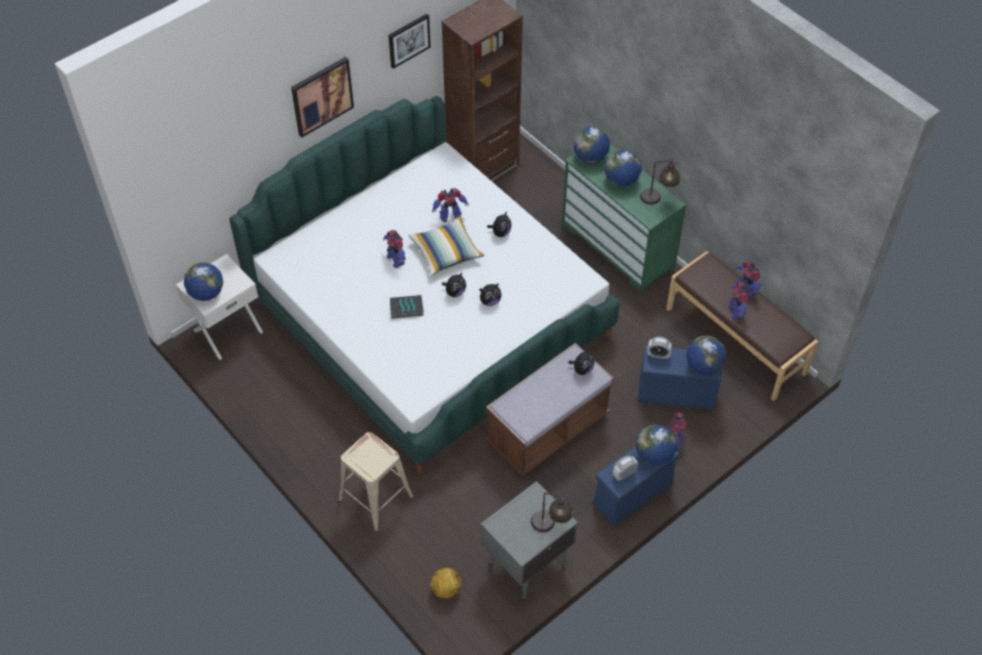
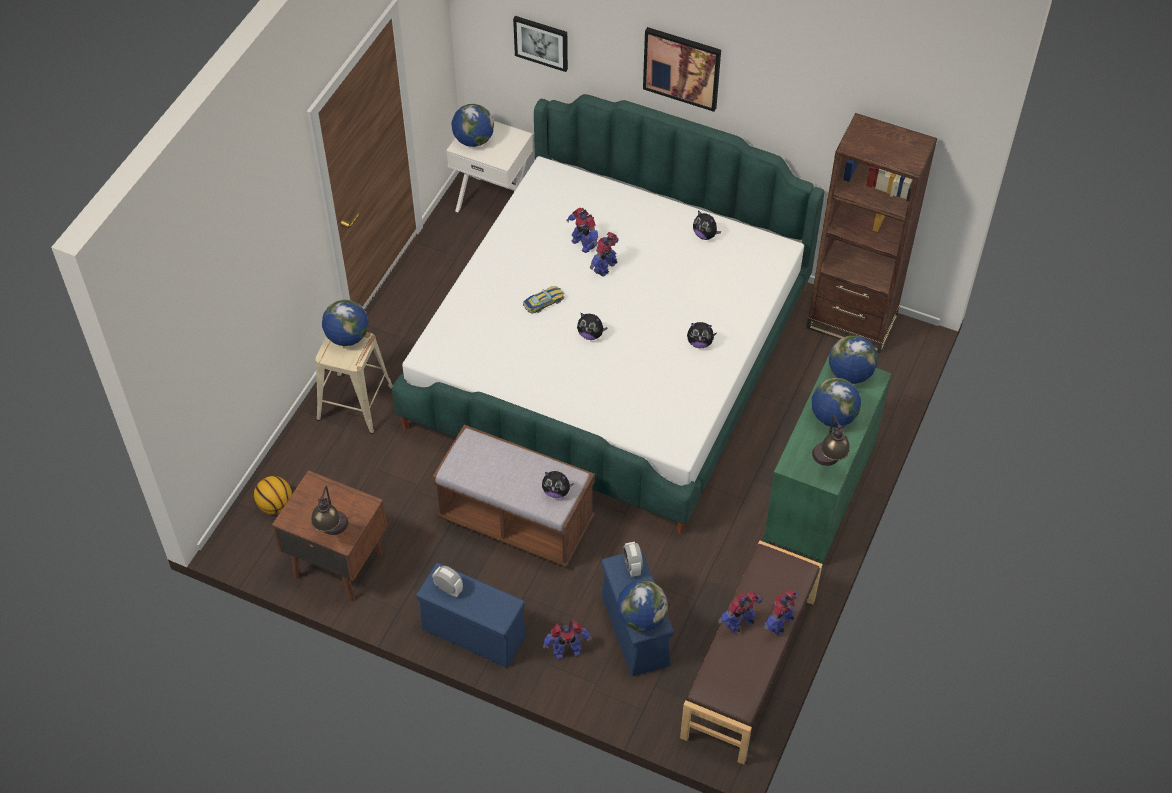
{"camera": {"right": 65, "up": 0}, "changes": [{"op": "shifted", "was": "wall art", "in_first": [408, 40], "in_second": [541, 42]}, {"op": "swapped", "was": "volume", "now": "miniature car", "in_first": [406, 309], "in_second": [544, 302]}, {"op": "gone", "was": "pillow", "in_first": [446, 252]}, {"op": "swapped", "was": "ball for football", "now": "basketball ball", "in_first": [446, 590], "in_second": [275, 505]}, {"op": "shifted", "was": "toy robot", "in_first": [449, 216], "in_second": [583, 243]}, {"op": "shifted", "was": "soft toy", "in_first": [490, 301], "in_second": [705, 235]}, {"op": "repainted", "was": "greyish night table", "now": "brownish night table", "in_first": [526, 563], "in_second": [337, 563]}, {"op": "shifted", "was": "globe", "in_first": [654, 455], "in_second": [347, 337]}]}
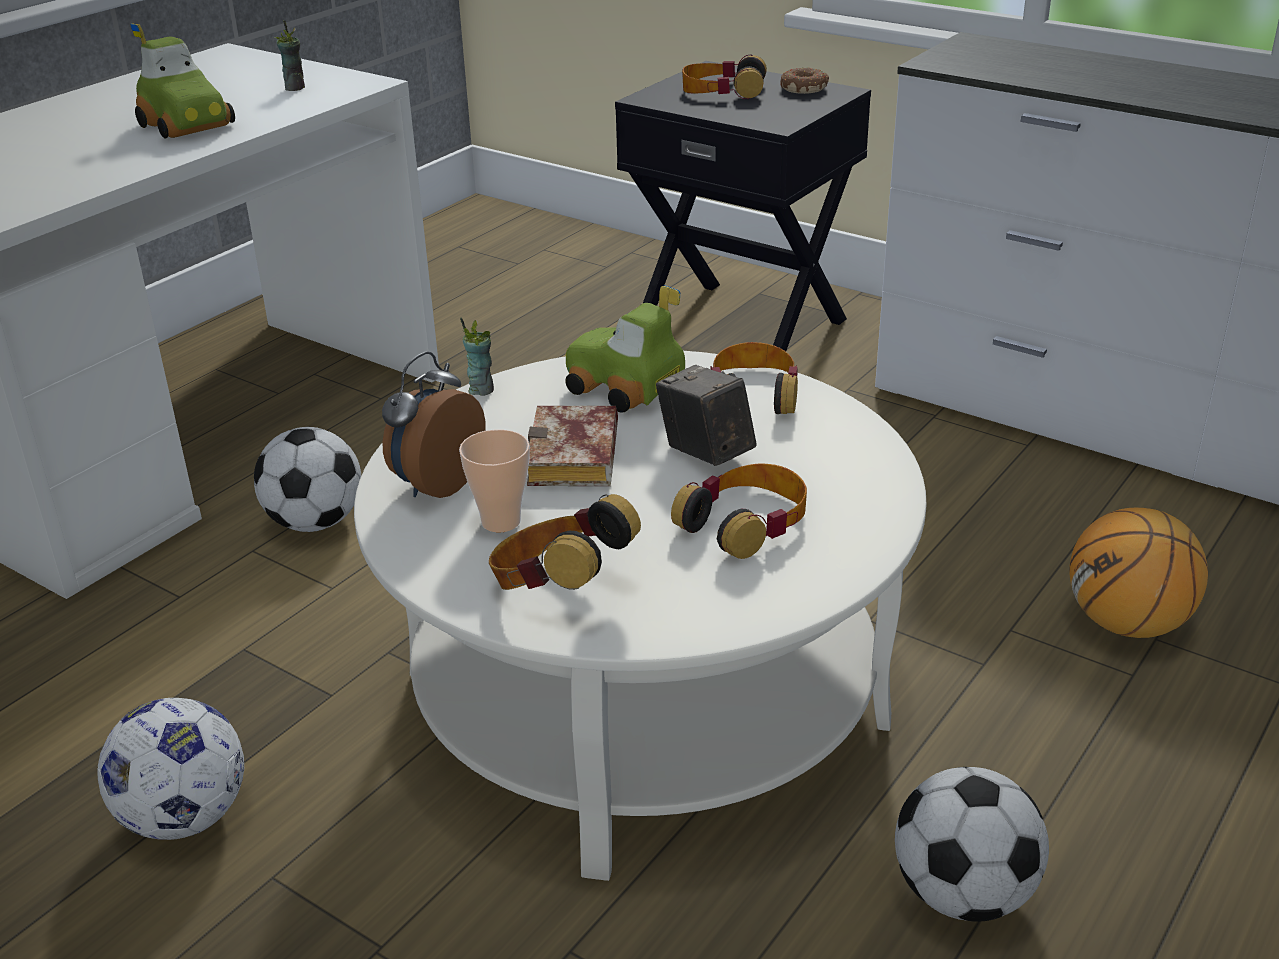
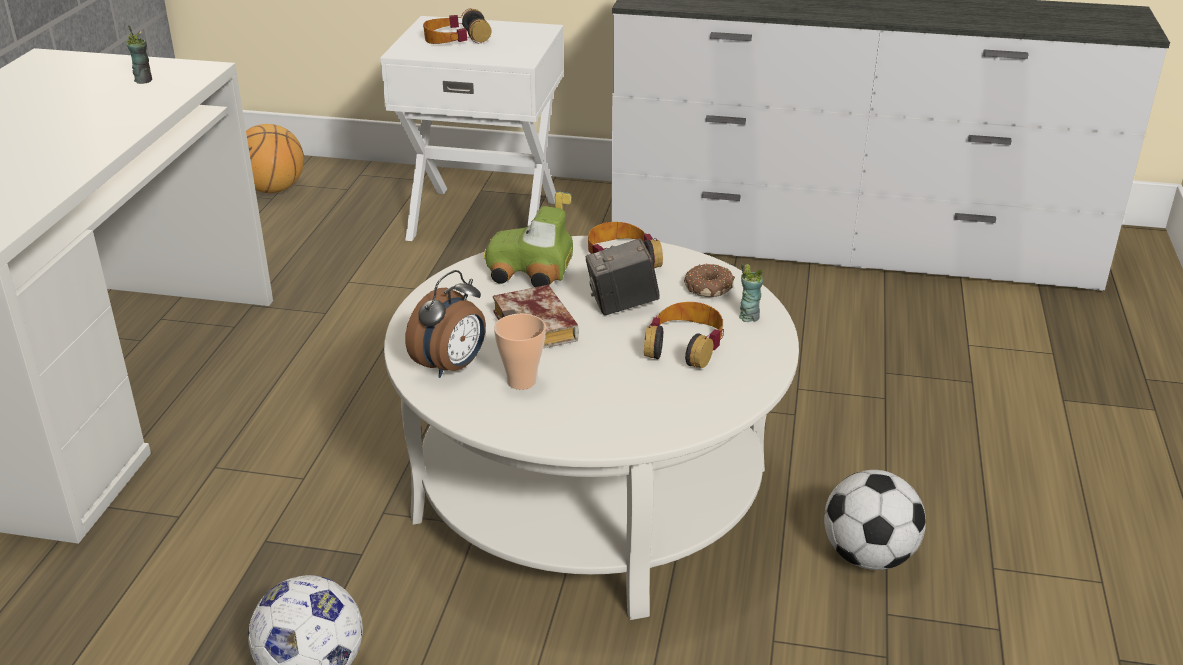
{"camera": {"right": -25, "up": 0}, "changes": [{"op": "gone", "was": "miniature car", "in_first": [189, 125]}, {"op": "gone", "was": "ball for football", "in_first": [316, 522]}, {"op": "rotated", "was": "table clock", "in_first": [435, 484], "in_second": [452, 367], "clockwise": -150}, {"op": "shifted", "was": "small cup", "in_first": [481, 389], "in_second": [749, 316]}, {"op": "gone", "was": "pair of headphones", "in_first": [559, 589]}, {"op": "repainted", "was": "black-coloured night table", "now": "whitish night table", "in_first": [741, 326], "in_second": [484, 217]}, {"op": "rotated", "was": "photo camera", "in_first": [705, 453], "in_second": [622, 305], "clockwise": -45}, {"op": "shifted", "was": "doughnut", "in_first": [804, 88], "in_second": [709, 287]}, {"op": "shifted", "was": "basketball ball", "in_first": [1127, 624], "in_second": [273, 189]}]}
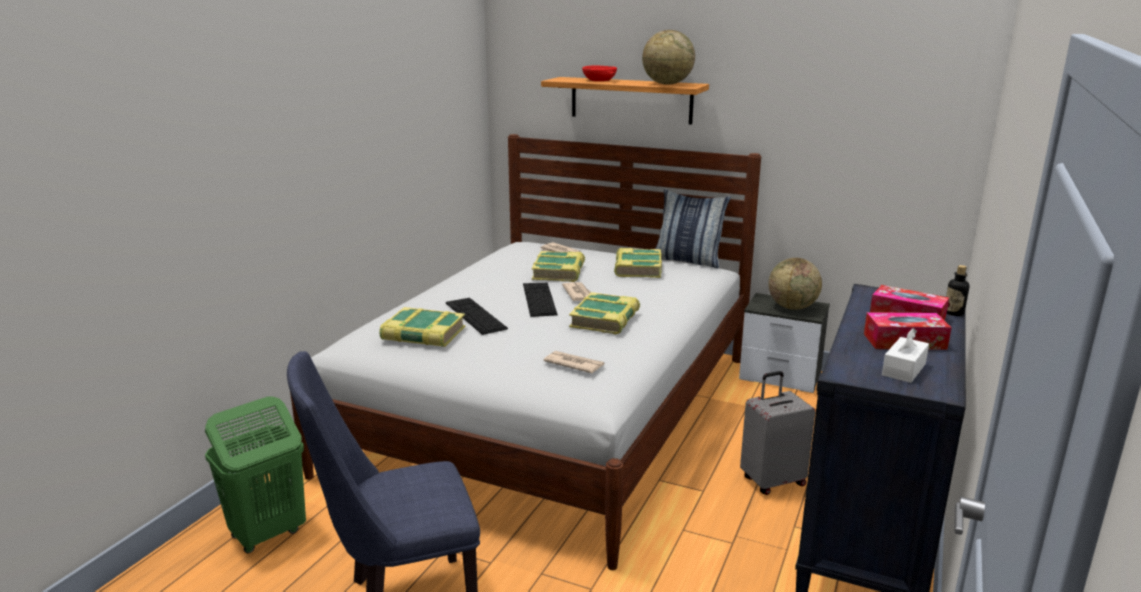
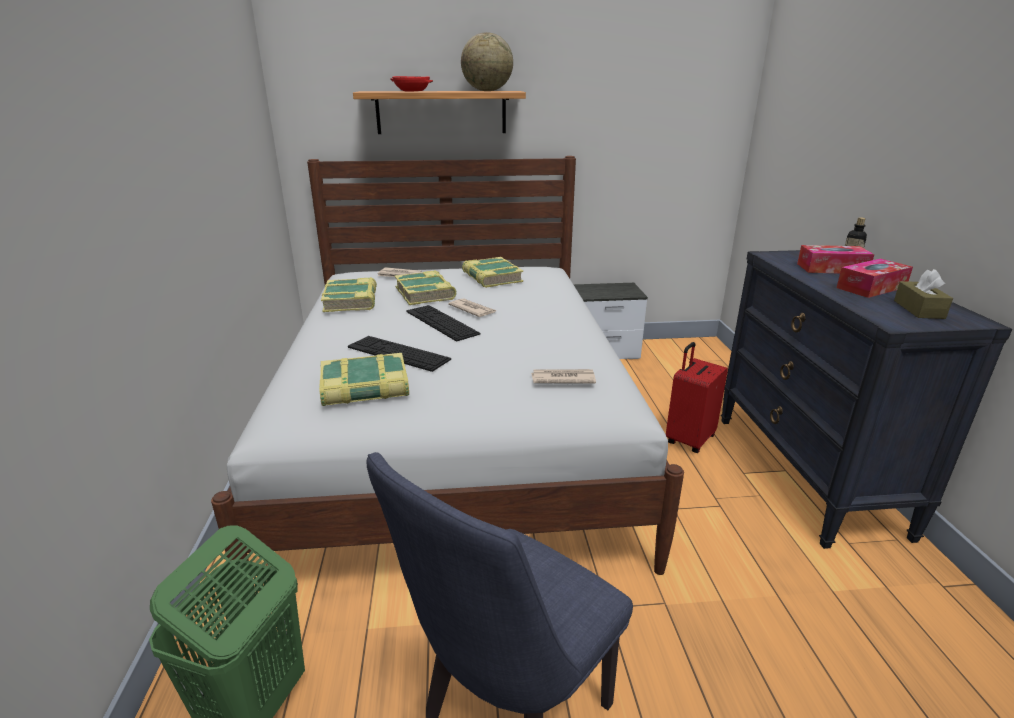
{"camera": {"right": -30, "up": 5}, "changes": [{"op": "shifted", "was": "volume", "in_first": [605, 320], "in_second": [351, 301]}, {"op": "gone", "was": "pillow", "in_first": [688, 261]}, {"op": "repainted", "was": "greyish travel case", "now": "reddish travel case", "in_first": [772, 481], "in_second": [689, 439]}, {"op": "gone", "was": "globe", "in_first": [792, 307]}, {"op": "repainted", "was": "whitish box of tissues", "now": "brownish box of tissues", "in_first": [903, 369], "in_second": [918, 309]}]}
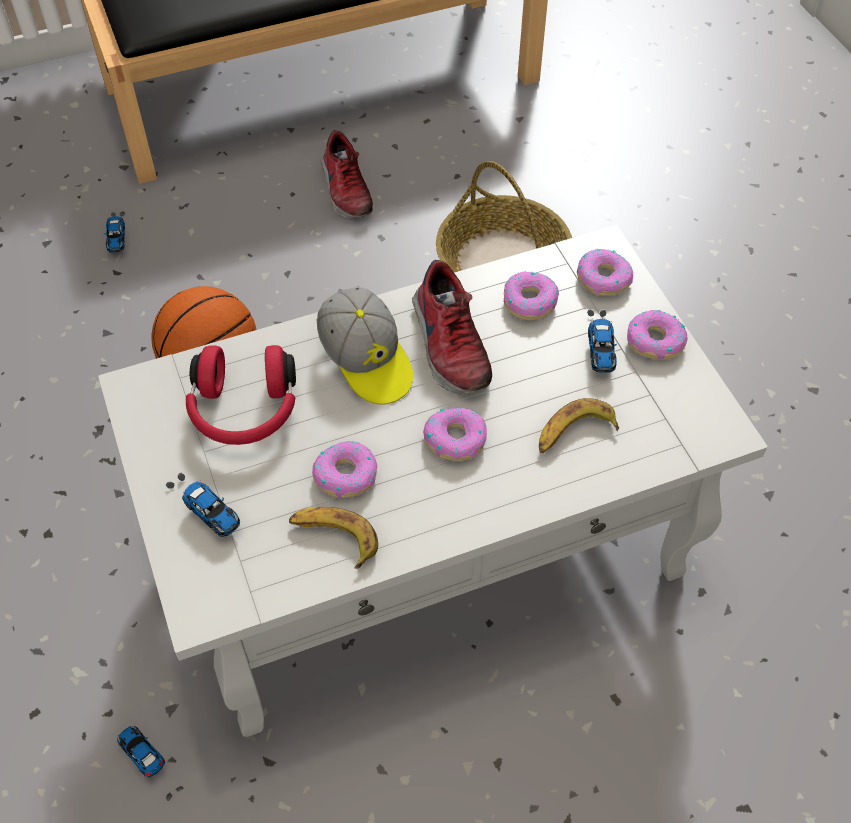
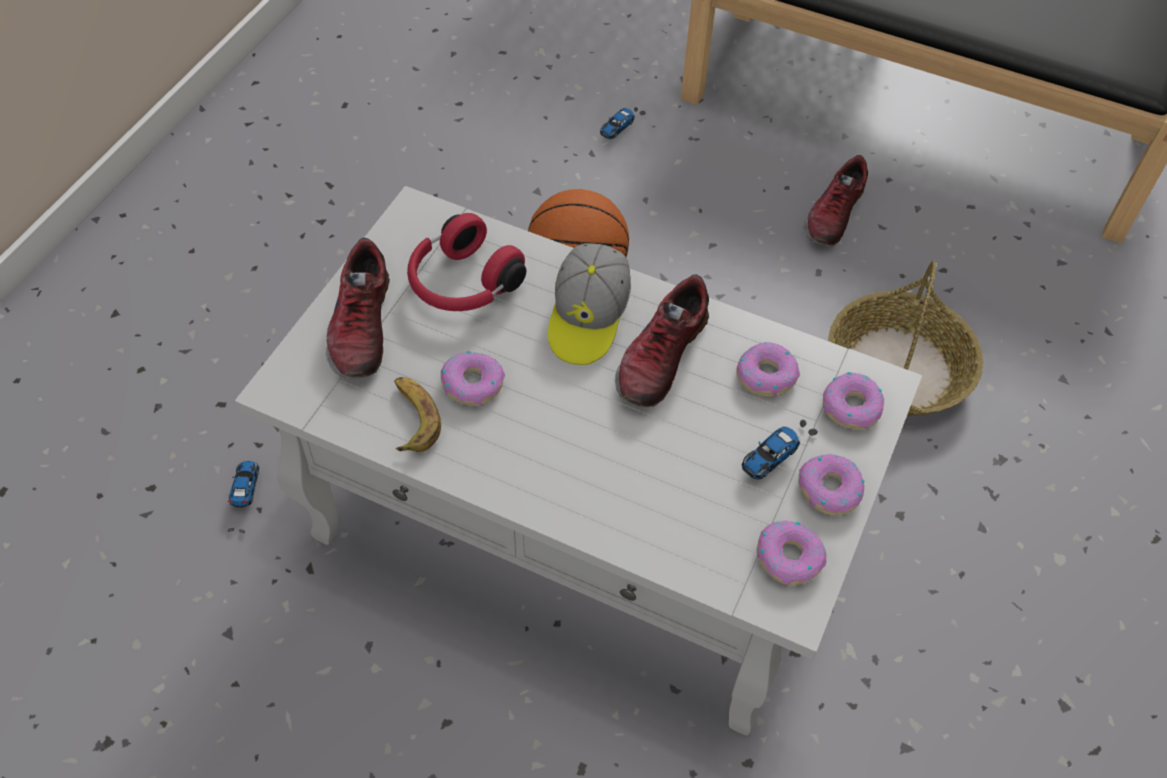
{"camera": {"right": 45, "up": 0}, "changes": [{"op": "swapped", "was": "miniature car", "now": "shoe", "in_first": [204, 508], "in_second": [359, 326]}, {"op": "shifted", "was": "doughnut", "in_first": [455, 439], "in_second": [789, 557]}, {"op": "gone", "was": "banana", "in_first": [574, 433]}]}
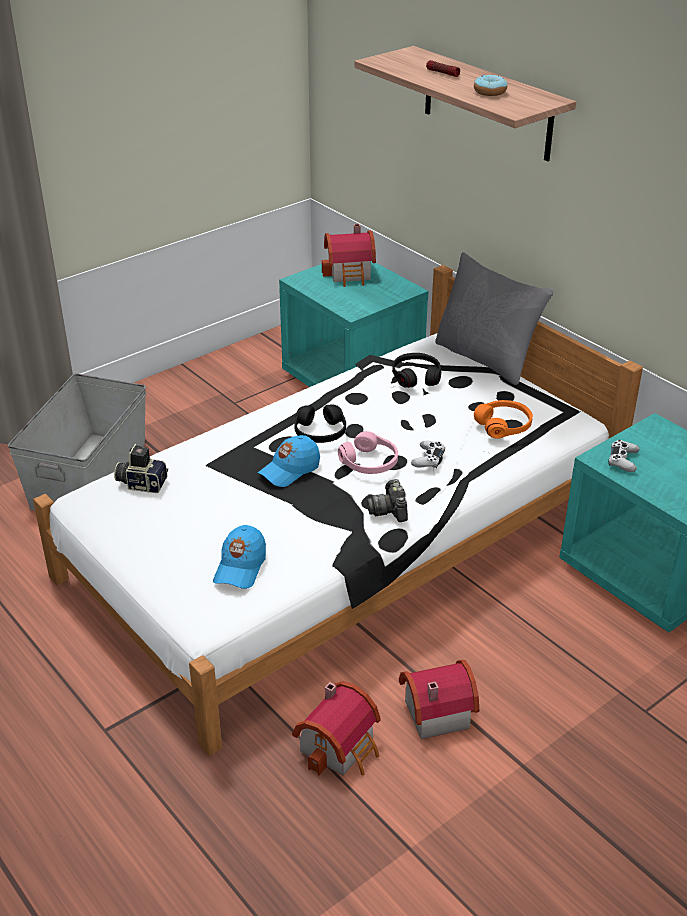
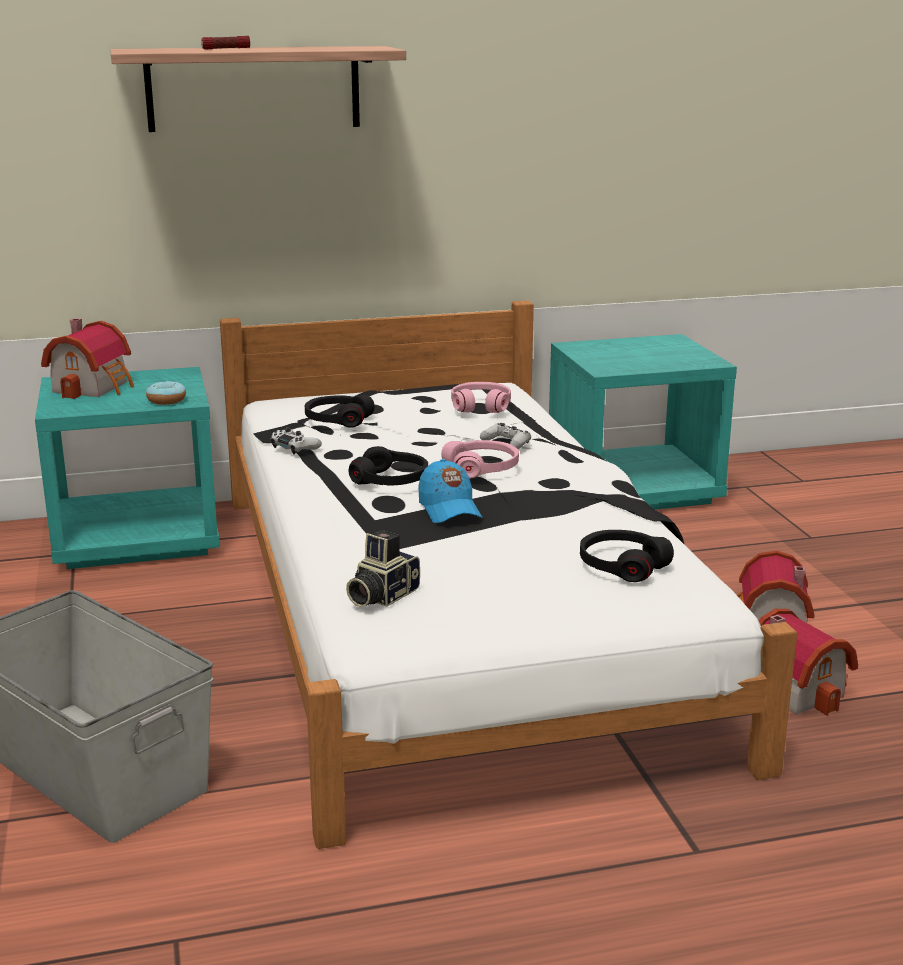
{"camera": {"right": -65, "up": -15}, "changes": [{"op": "swapped", "was": "blue peaked cap", "now": "black-coloured pair of headphones", "in_first": [240, 567], "in_second": [622, 566]}, {"op": "gone", "was": "photo camera", "in_first": [389, 510]}, {"op": "gone", "was": "greyish pillow", "in_first": [486, 359]}, {"op": "shifted", "was": "doughnut", "in_first": [490, 92], "in_second": [166, 400]}, {"op": "repainted", "was": "orange pair of headphones", "now": "pinkish pair of headphones", "in_first": [504, 425], "in_second": [480, 406]}, {"op": "shifted", "was": "whitish game controller", "in_first": [623, 460], "in_second": [295, 447]}]}
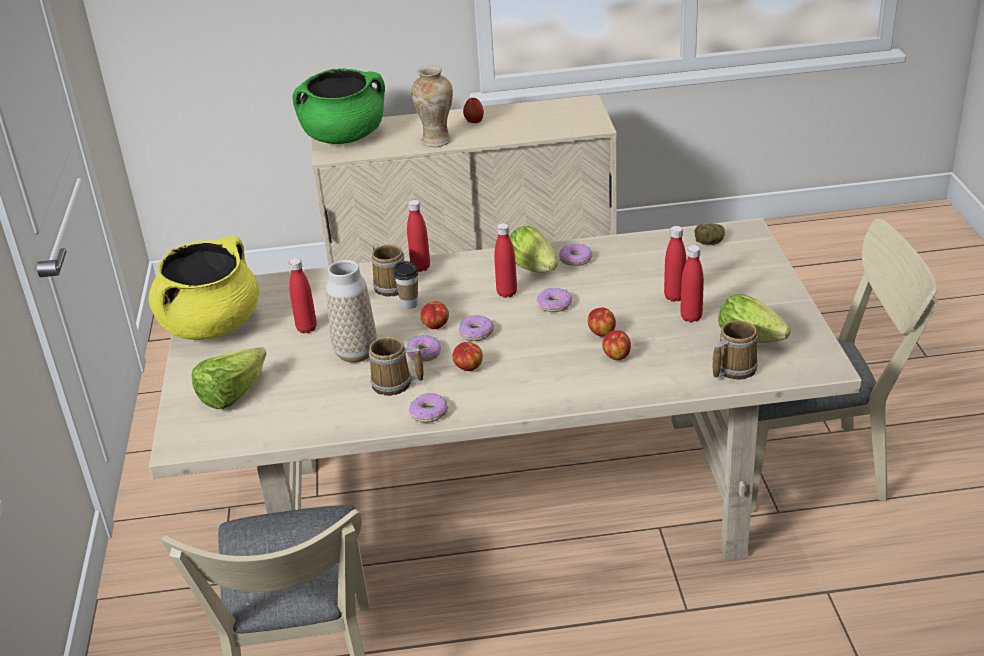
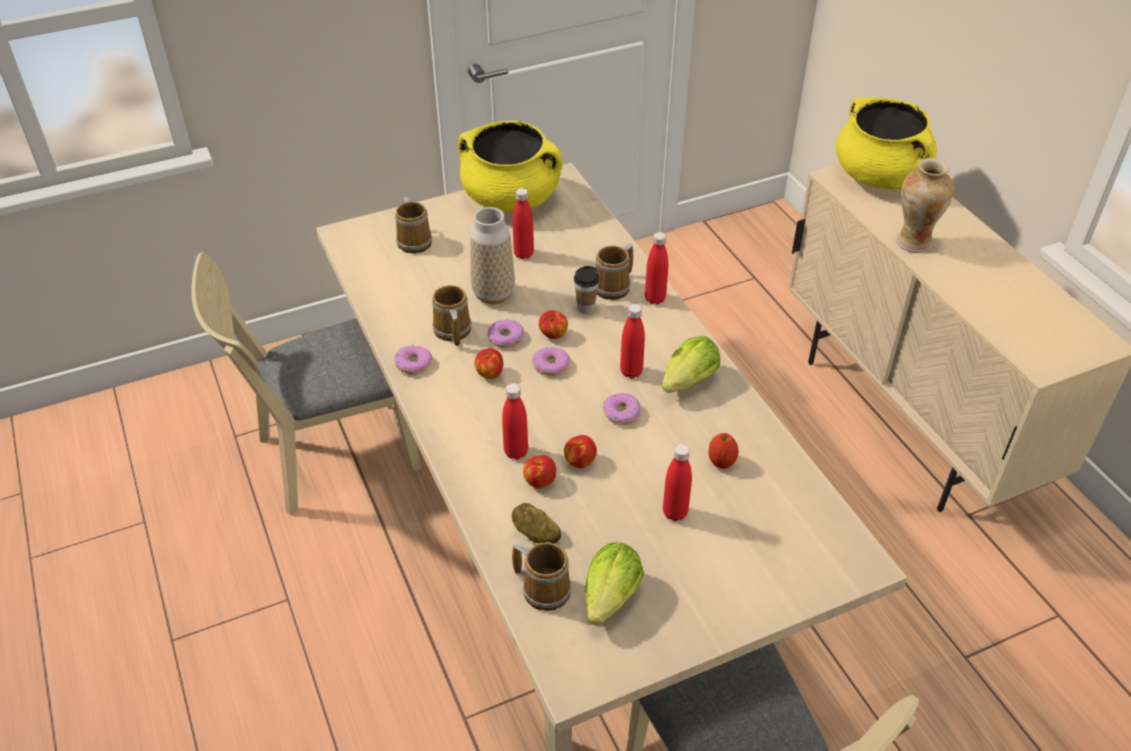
{"camera": {"right": 70, "up": 10}, "changes": [{"op": "swapped", "was": "head of lettuce", "now": "tea mug", "in_first": [232, 394], "in_second": [415, 241]}, {"op": "repainted", "was": "greenish cooking pot", "now": "yellowish cooking pot", "in_first": [344, 137], "in_second": [880, 177]}, {"op": "shifted", "was": "apple", "in_first": [474, 121], "in_second": [721, 462]}, {"op": "gone", "was": "doughnut", "in_first": [575, 259]}, {"op": "shifted", "was": "reddish bottle", "in_first": [691, 317], "in_second": [516, 452]}, {"op": "shifted", "was": "potato", "in_first": [710, 243], "in_second": [536, 534]}]}
